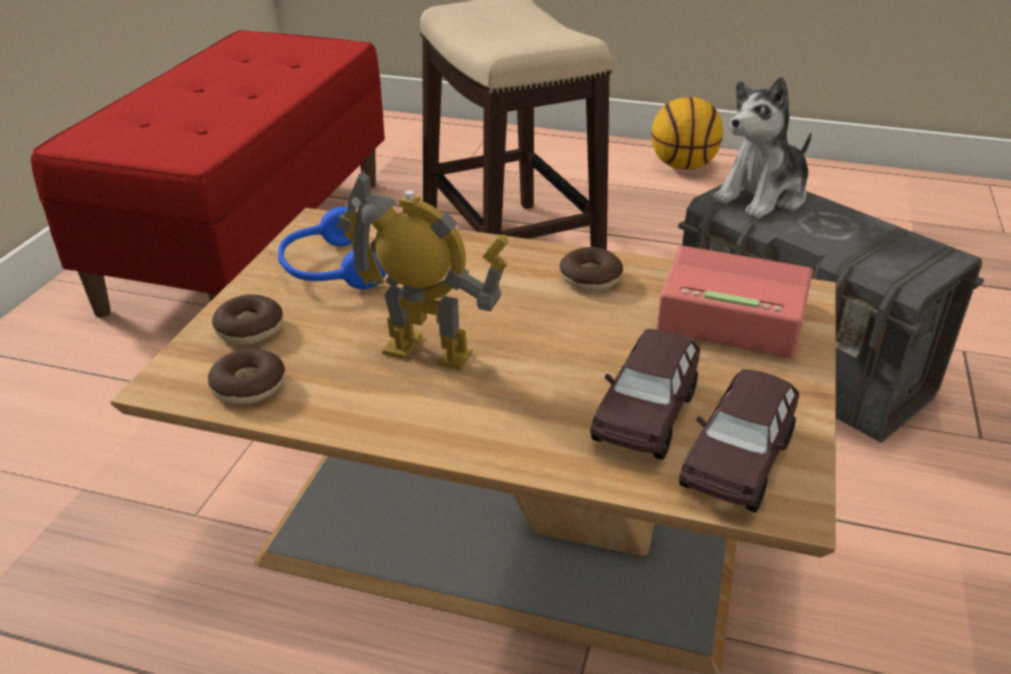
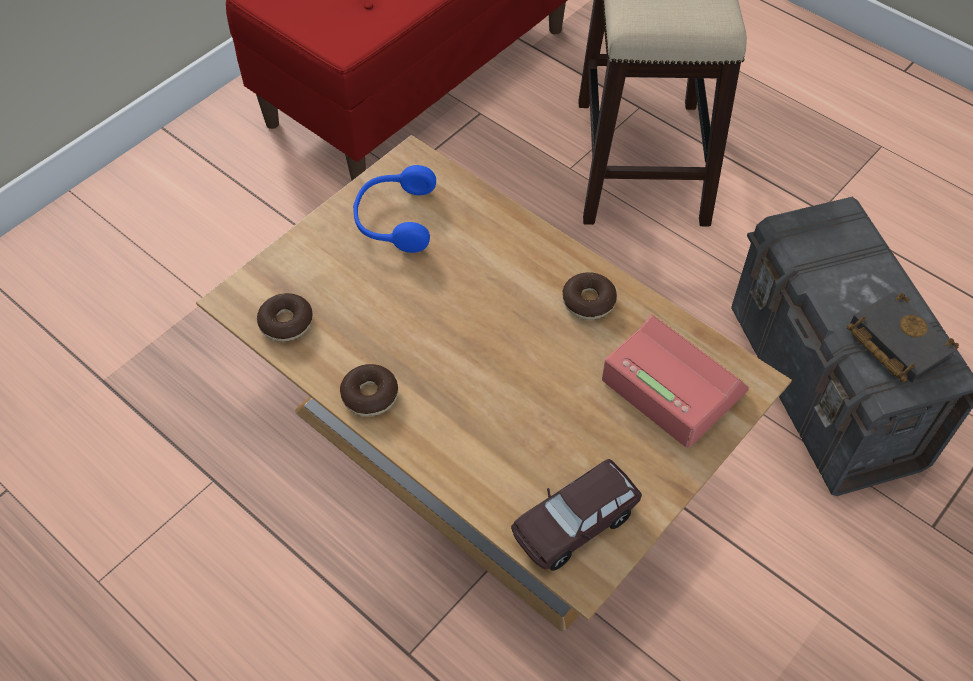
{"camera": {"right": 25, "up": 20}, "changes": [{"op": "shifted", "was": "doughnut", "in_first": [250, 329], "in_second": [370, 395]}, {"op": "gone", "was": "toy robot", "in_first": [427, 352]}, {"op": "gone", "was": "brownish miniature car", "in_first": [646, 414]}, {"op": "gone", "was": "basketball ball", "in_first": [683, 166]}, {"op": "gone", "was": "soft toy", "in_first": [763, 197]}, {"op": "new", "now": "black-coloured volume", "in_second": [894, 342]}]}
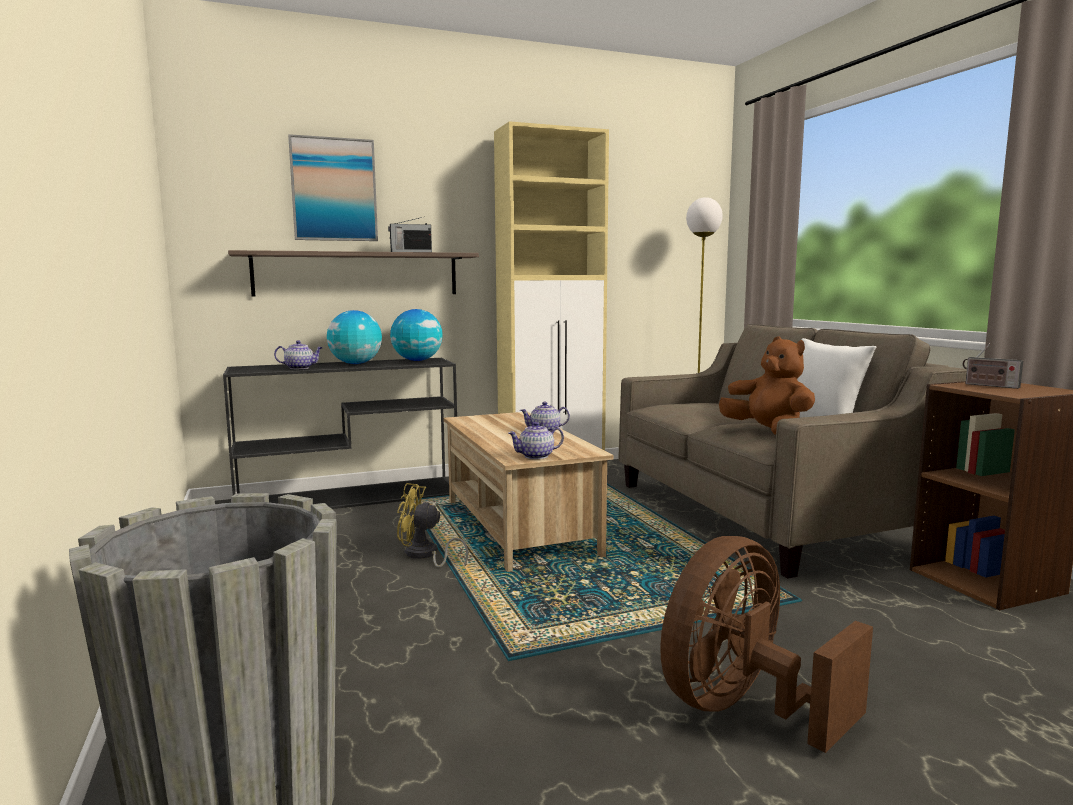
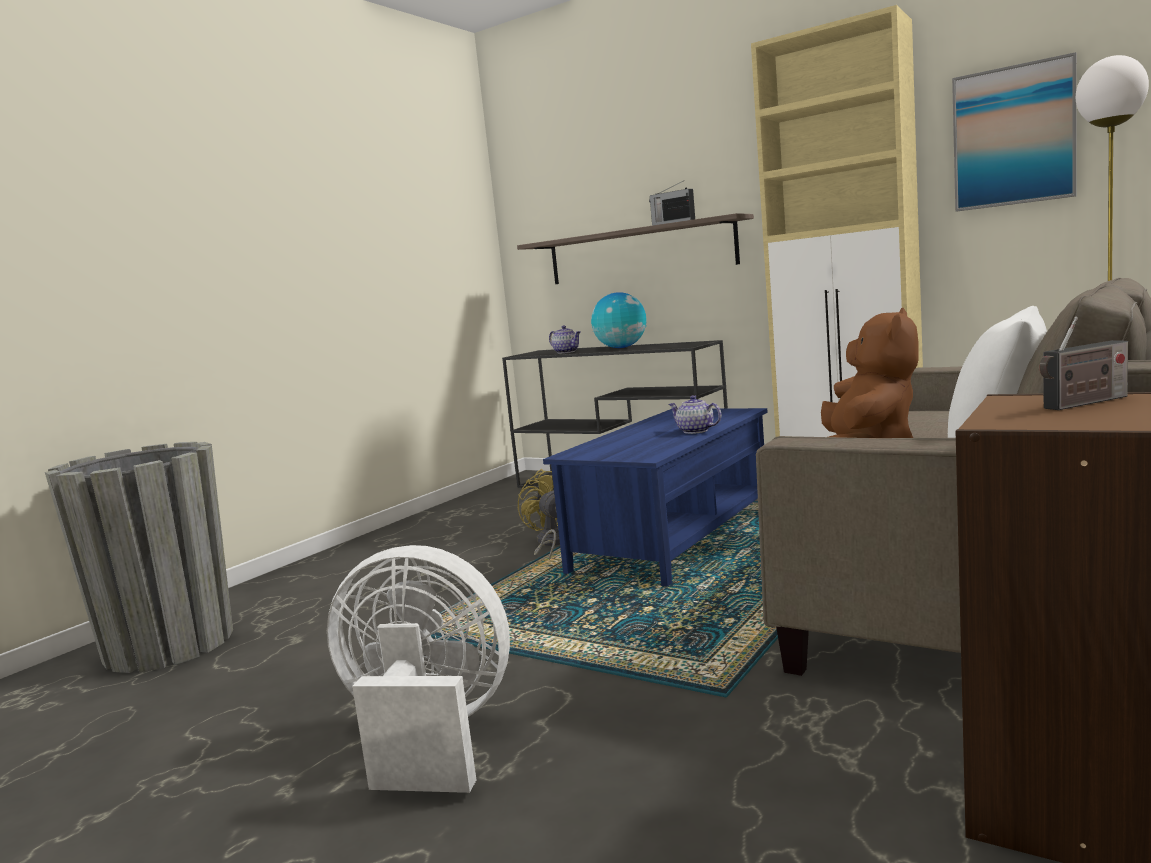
{"camera": {"right": 55, "up": 0}, "changes": [{"op": "shifted", "was": "wall art", "in_first": [334, 190], "in_second": [1013, 136]}, {"op": "gone", "was": "globe", "in_first": [417, 360]}, {"op": "repainted", "was": "sand-coloured low table", "now": "blue low table", "in_first": [519, 527], "in_second": [674, 540]}, {"op": "gone", "was": "pot for tea", "in_first": [536, 456]}, {"op": "repainted", "was": "brownish fan", "now": "whitish fan", "in_first": [744, 708], "in_second": [427, 737]}, {"op": "rotated", "was": "radio set", "in_first": [989, 385], "in_second": [1083, 403], "clockwise": -120}]}
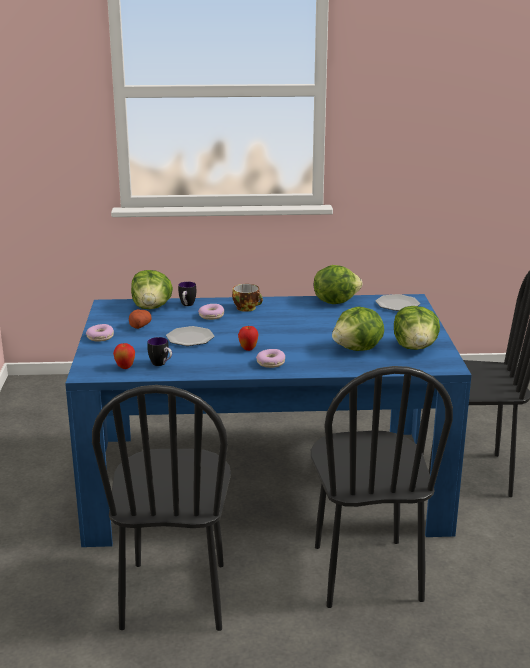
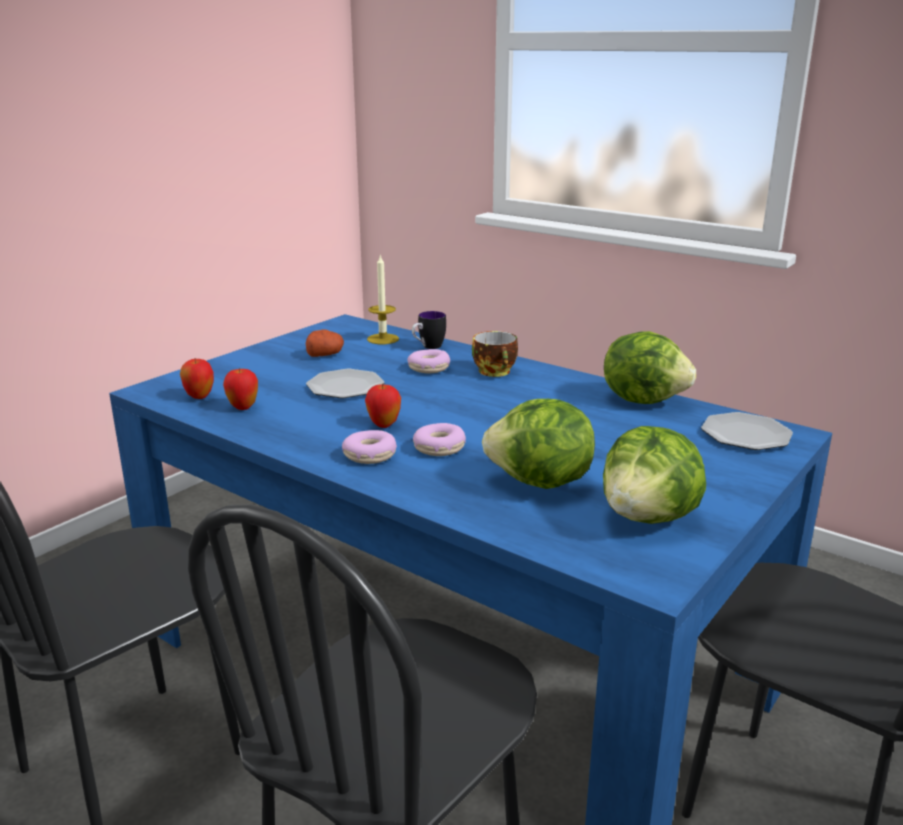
{"camera": {"right": 40, "up": 0}, "changes": [{"op": "shifted", "was": "doughnut", "in_first": [100, 337], "in_second": [439, 448]}, {"op": "swapped", "was": "head of lettuce", "now": "wax candle", "in_first": [152, 308], "in_second": [383, 339]}, {"op": "swapped", "was": "tea mug", "now": "apple", "in_first": [161, 364], "in_second": [243, 407]}]}
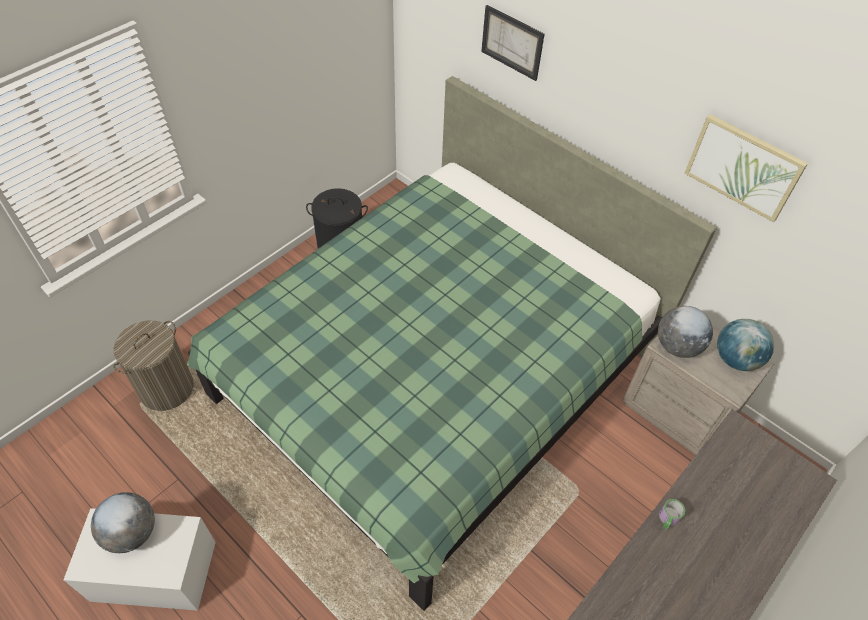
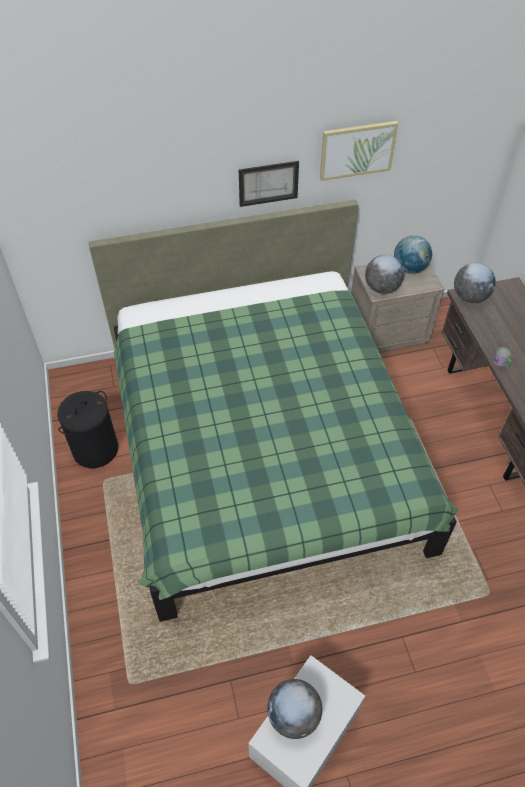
{"camera": {"right": -55, "up": 0}, "changes": [{"op": "gone", "was": "laundry basket", "in_first": [166, 388]}, {"op": "shifted", "was": "wall art", "in_first": [512, 42], "in_second": [268, 183]}, {"op": "new", "now": "globe", "in_second": [470, 297]}]}
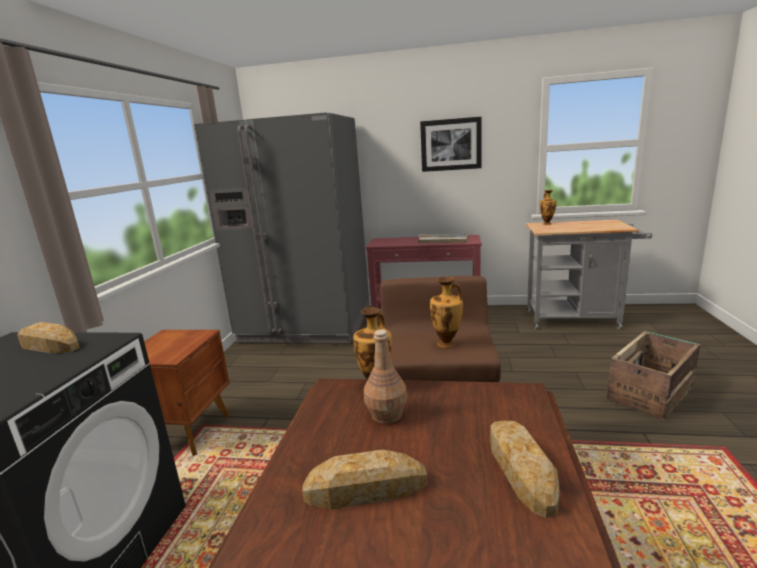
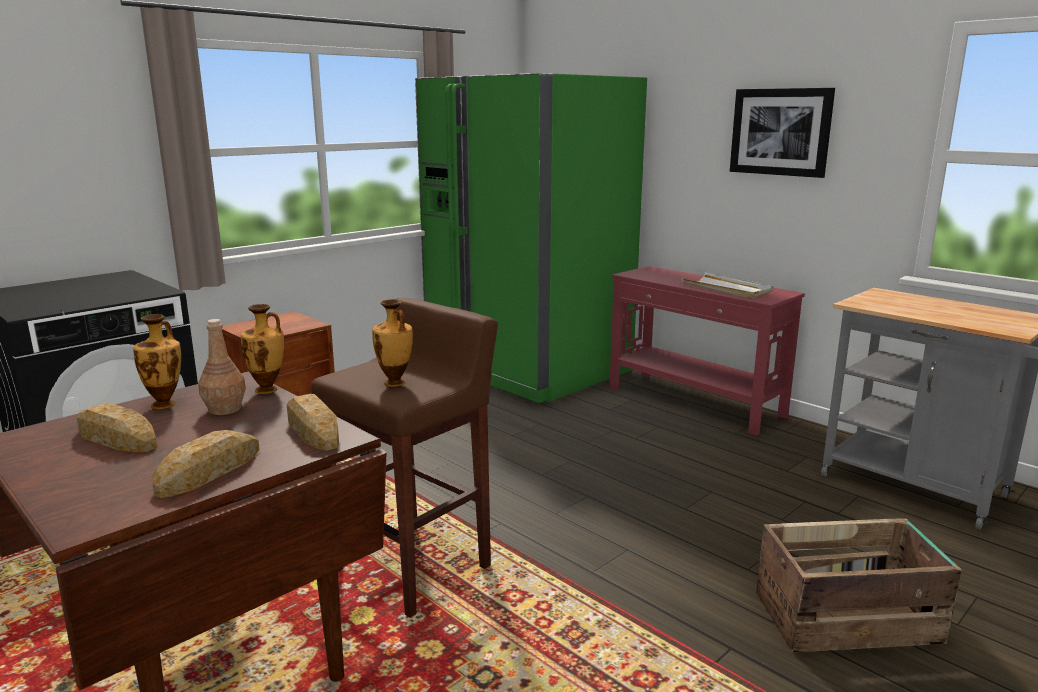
{"camera": {"right": 35, "up": 0}, "changes": [{"op": "shifted", "was": "baked bread", "in_first": [49, 346], "in_second": [313, 430]}, {"op": "repainted", "was": "greyish fridge", "now": "greenish fridge", "in_first": [307, 324], "in_second": [528, 368]}, {"op": "shifted", "was": "flower vase", "in_first": [546, 223], "in_second": [165, 404]}]}
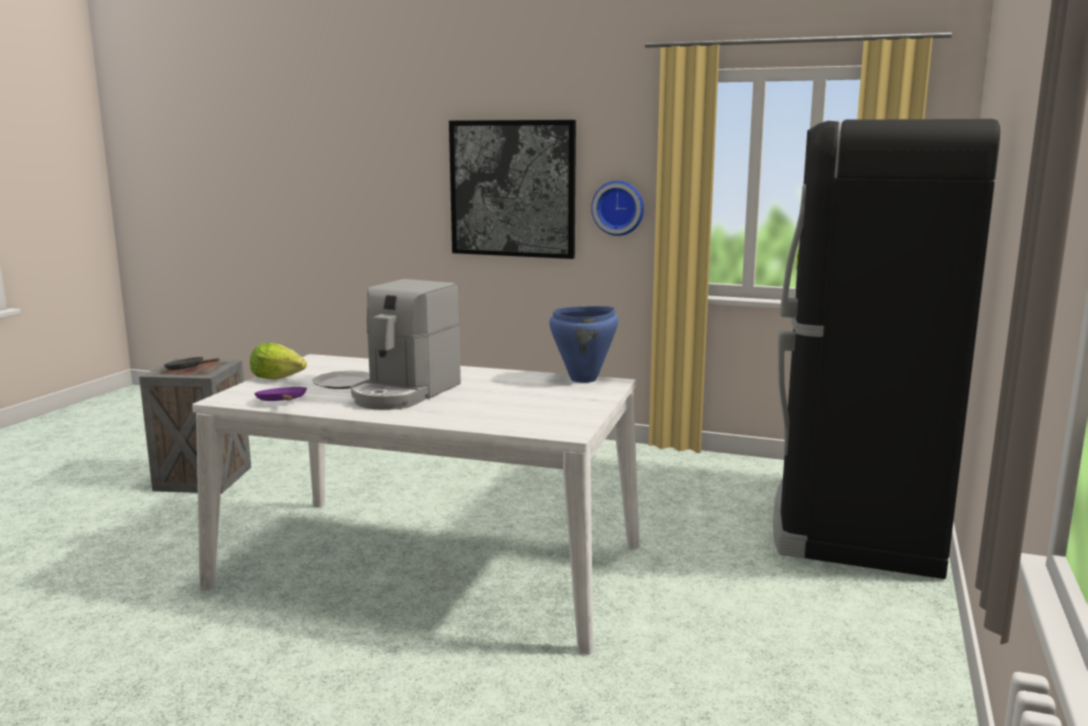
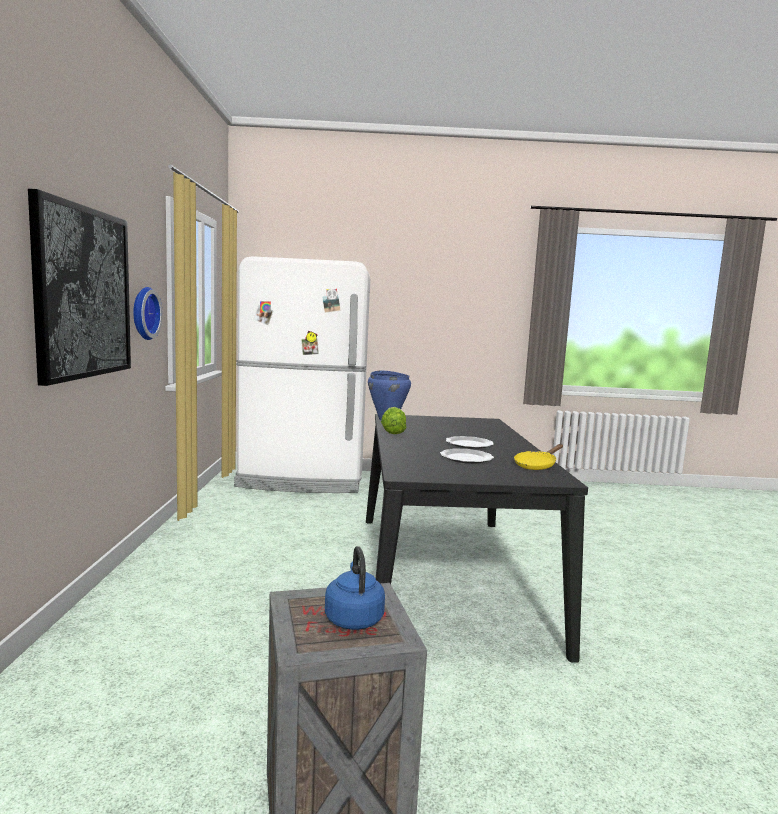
{"camera": {"right": -110, "up": -5}, "changes": [{"op": "swapped", "was": "black-coloured pan", "now": "blue water kettle", "in_first": [188, 369], "in_second": [353, 618]}, {"op": "repainted", "was": "whitish dining table", "now": "black-coloured dining table", "in_first": [430, 566], "in_second": [447, 574]}, {"op": "shifted", "was": "head of lettuce", "in_first": [277, 378], "in_second": [392, 432]}, {"op": "repainted", "was": "purplish pan", "now": "yellowish pan", "in_first": [282, 402], "in_second": [537, 465]}, {"op": "swapped", "was": "coffee machine", "now": "plate", "in_first": [404, 393], "in_second": [468, 444]}, {"op": "repainted", "was": "black-coloured fridge", "now": "whitish fridge", "in_first": [856, 522], "in_second": [302, 479]}]}
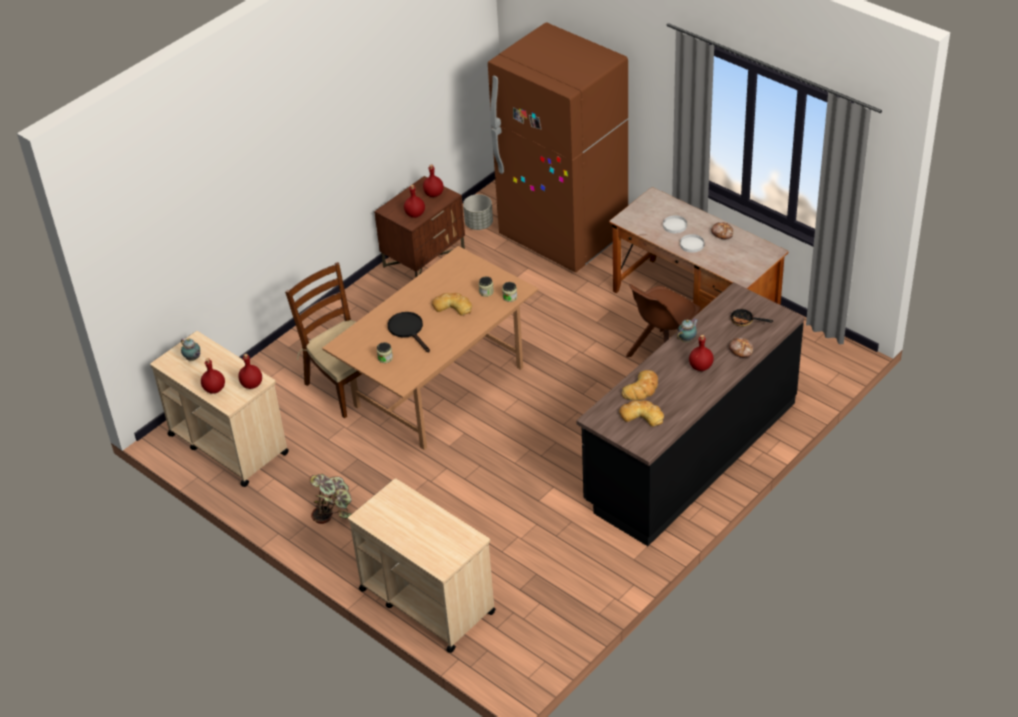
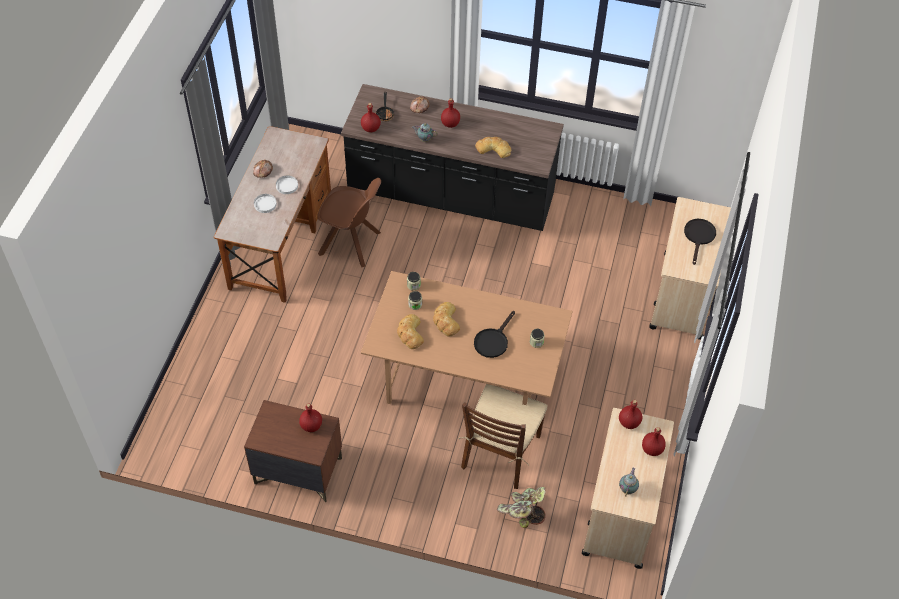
{"camera": {"right": -120, "up": 10}, "changes": [{"op": "shifted", "was": "plant in a pot", "in_first": [333, 508], "in_second": [521, 513]}, {"op": "shifted", "was": "reddish bottle", "in_first": [434, 194], "in_second": [371, 128]}, {"op": "gone", "was": "greyish plant pot", "in_first": [479, 224]}, {"op": "gone", "was": "brownish fridge", "in_first": [563, 236]}, {"op": "shifted", "was": "baked bread", "in_first": [642, 415], "in_second": [410, 334]}, {"op": "new", "now": "black-coloured pan", "in_second": [699, 237]}]}
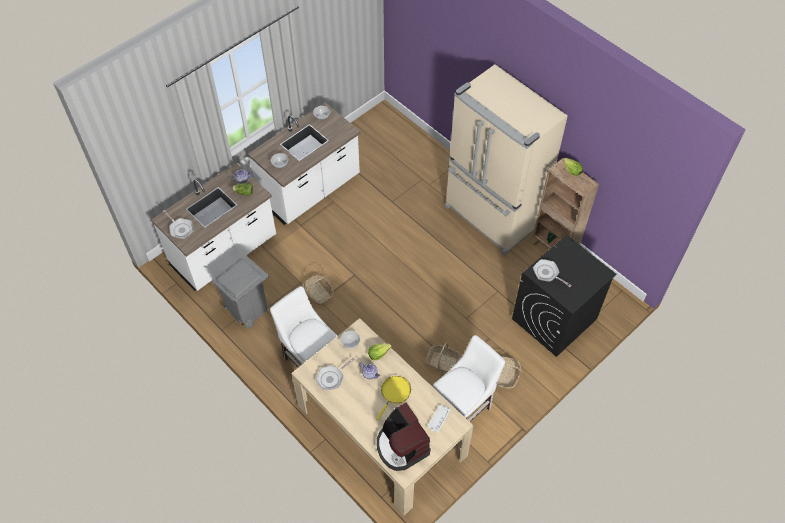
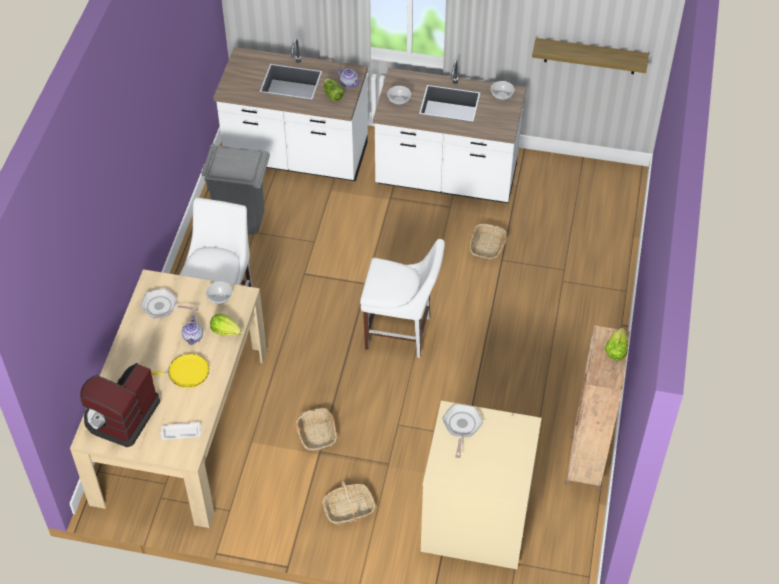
{"camera": {"right": 55, "up": -5}, "changes": [{"op": "gone", "was": "pan", "in_first": [180, 228]}, {"op": "shifted", "was": "storage basket", "in_first": [318, 293], "in_second": [487, 247]}, {"op": "shifted", "was": "whitish upright chair", "in_first": [464, 407], "in_second": [401, 333]}, {"op": "gone", "was": "sand-coloured fridge", "in_first": [491, 217]}, {"op": "repainted", "was": "black-coloured laundry machine", "now": "sand-coloured laundry machine", "in_first": [554, 319], "in_second": [475, 520]}, {"op": "new", "now": "wall shelf", "in_second": [590, 56]}]}
